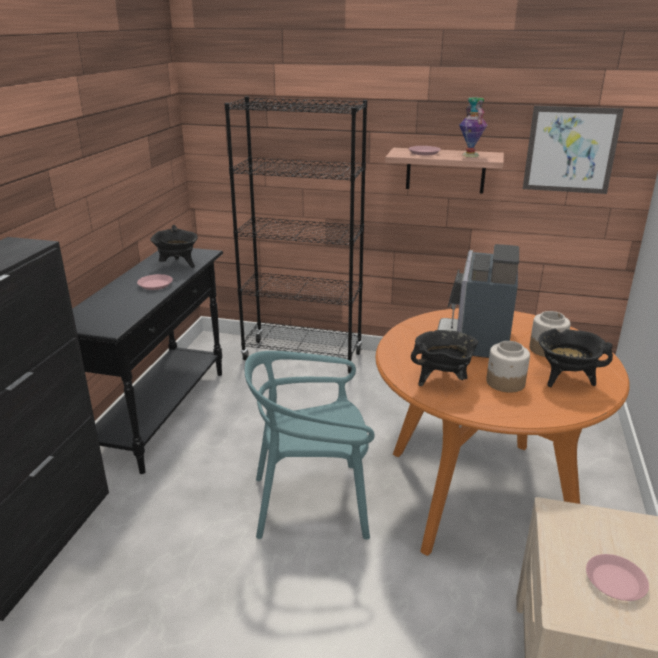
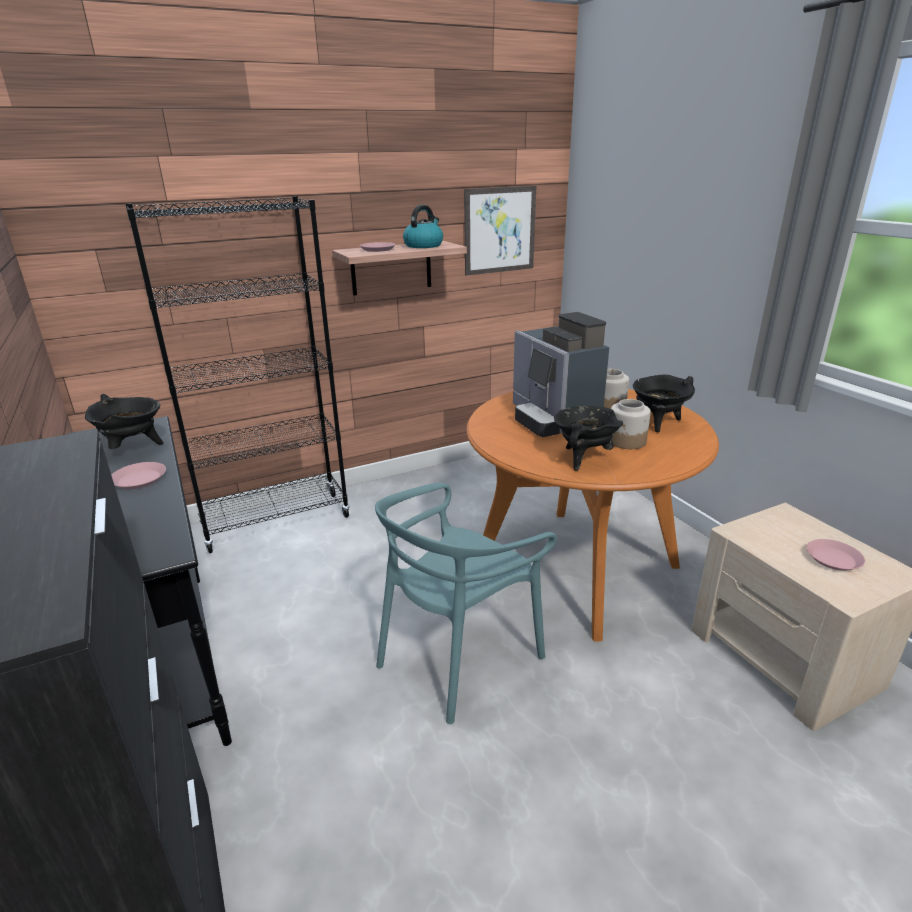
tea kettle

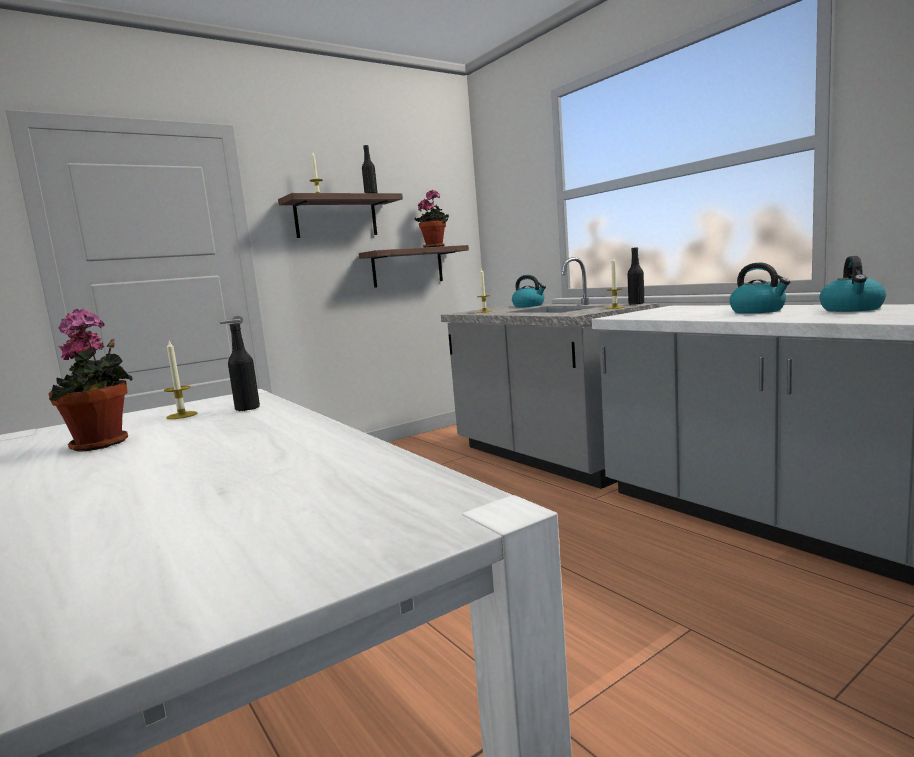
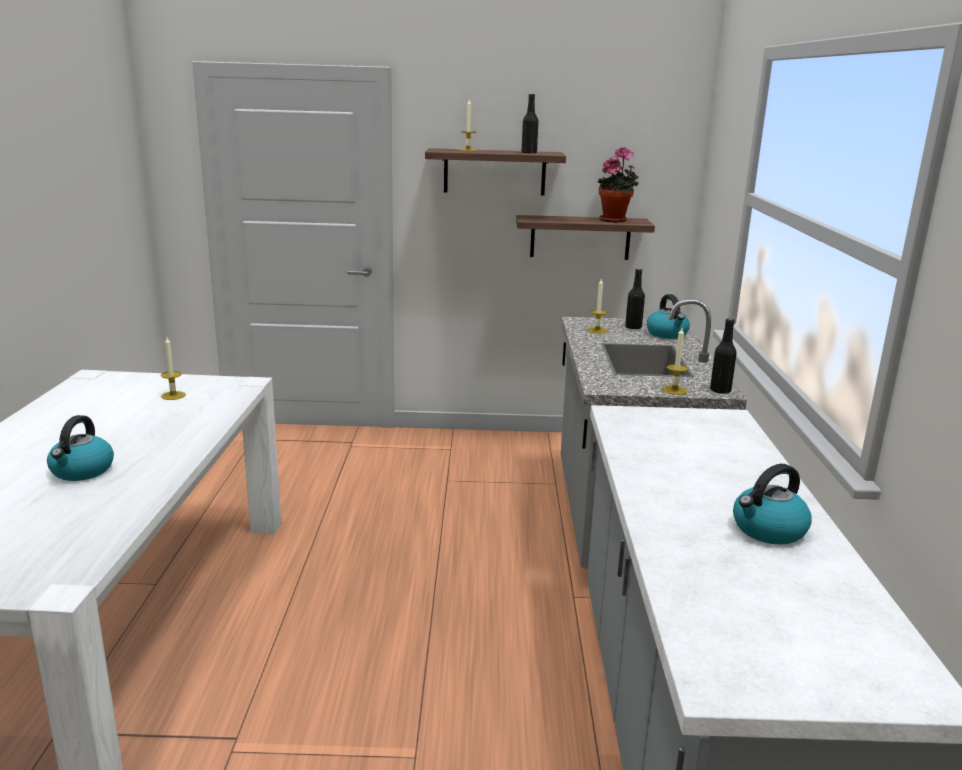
tea kettle (no. 1 from left); houseplant (no. 1 from left in the first image); black bottle (no. 2 from left)

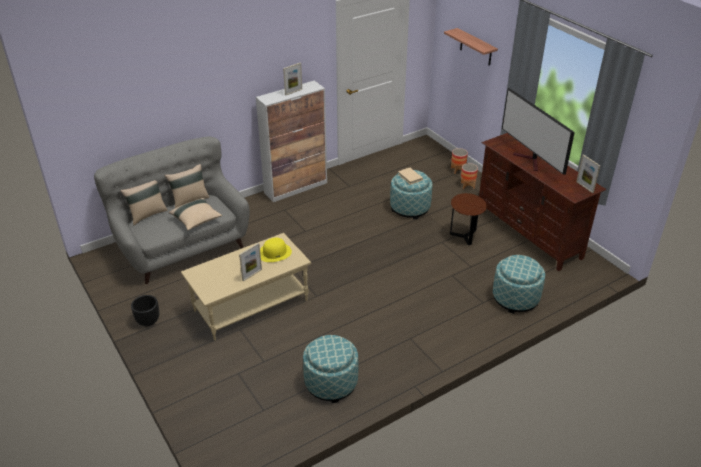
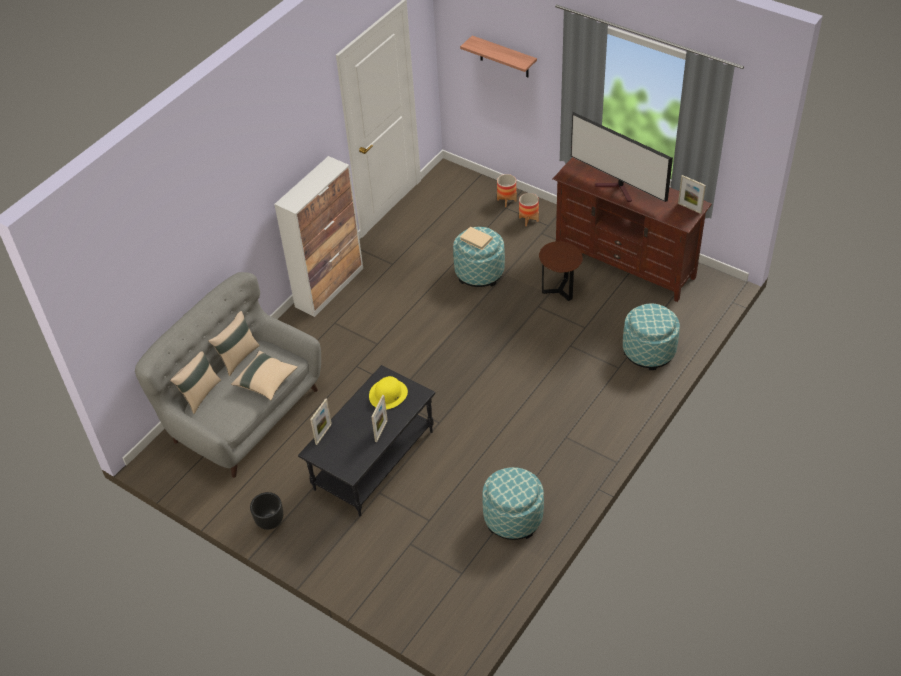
picture frame (no. 1 from left); black coffee table

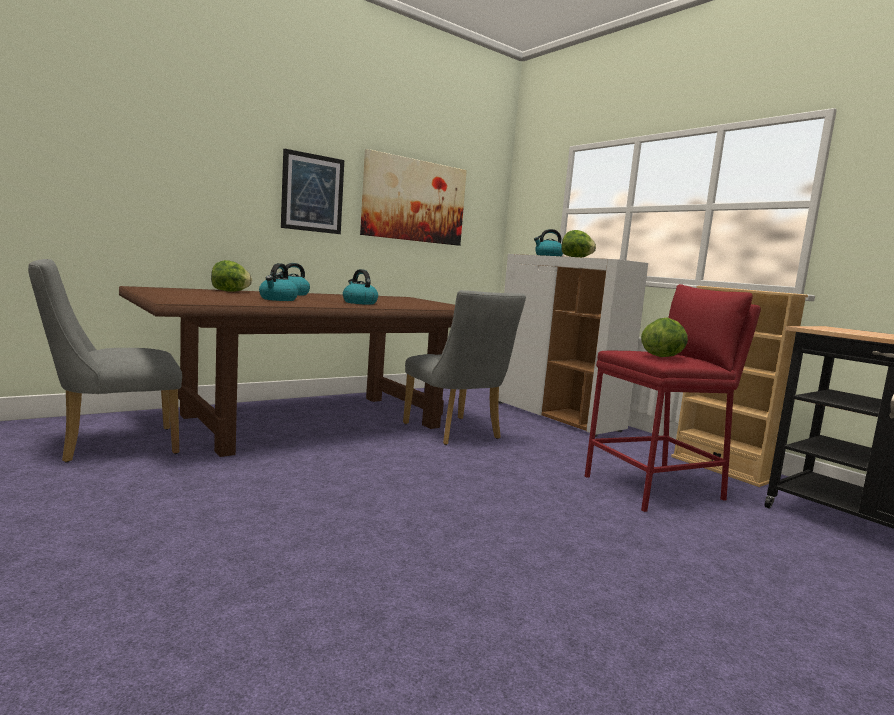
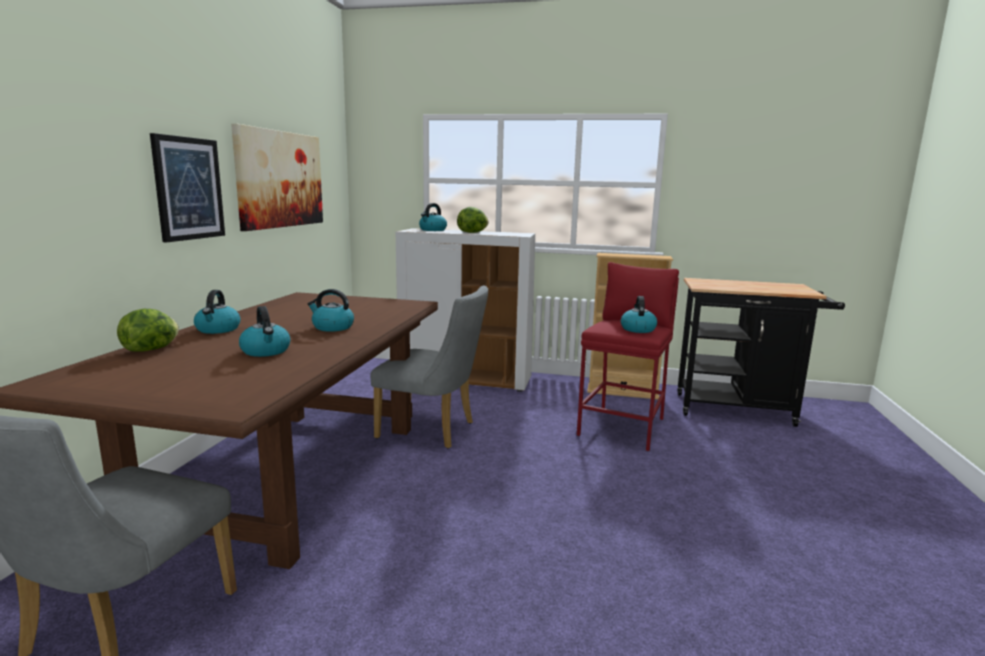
tea kettle (no. 5 from left)

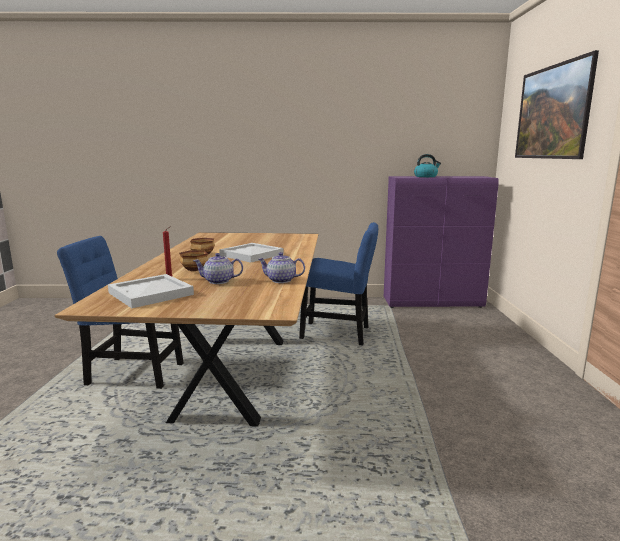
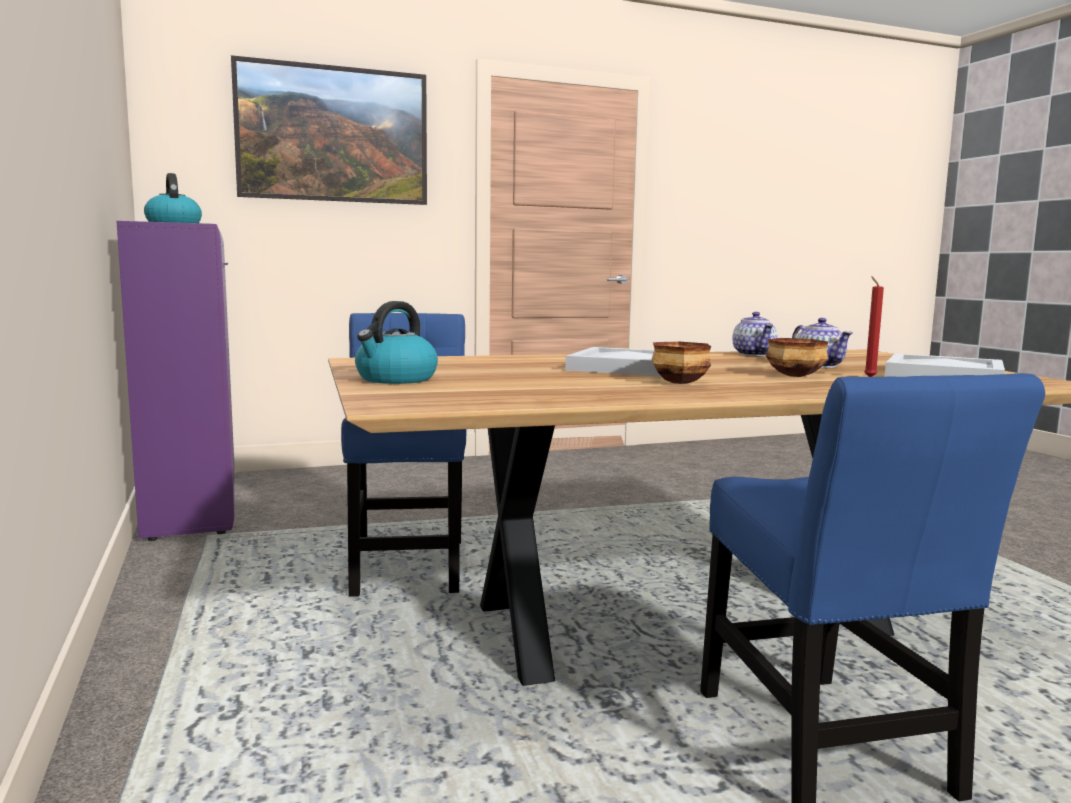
tea kettle (no. 2 from left)

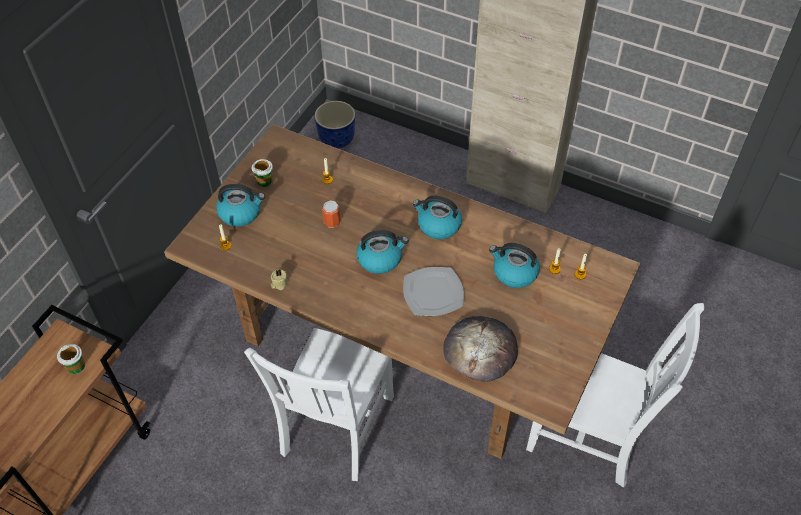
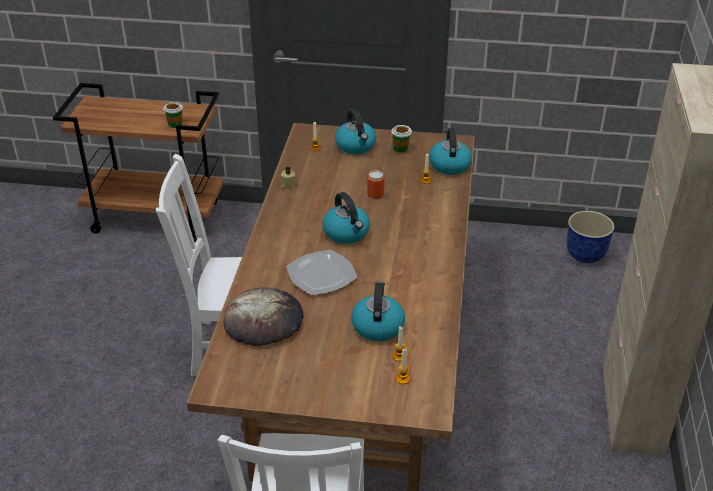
tea kettle (no. 4 from left)

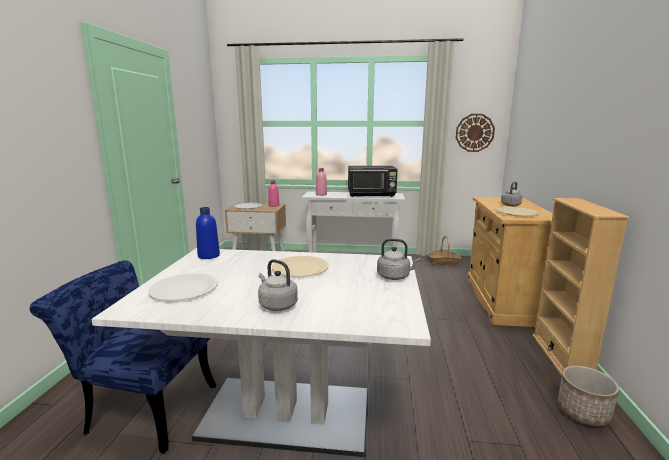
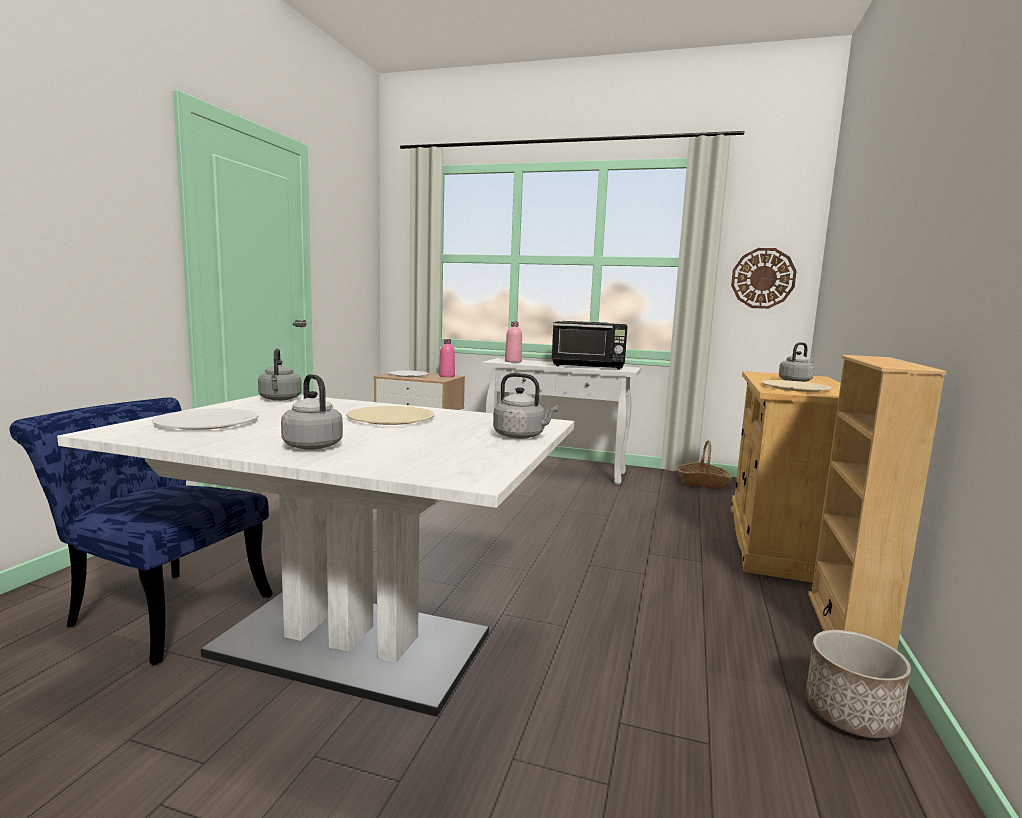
gray tea kettle (no. 1 from left)

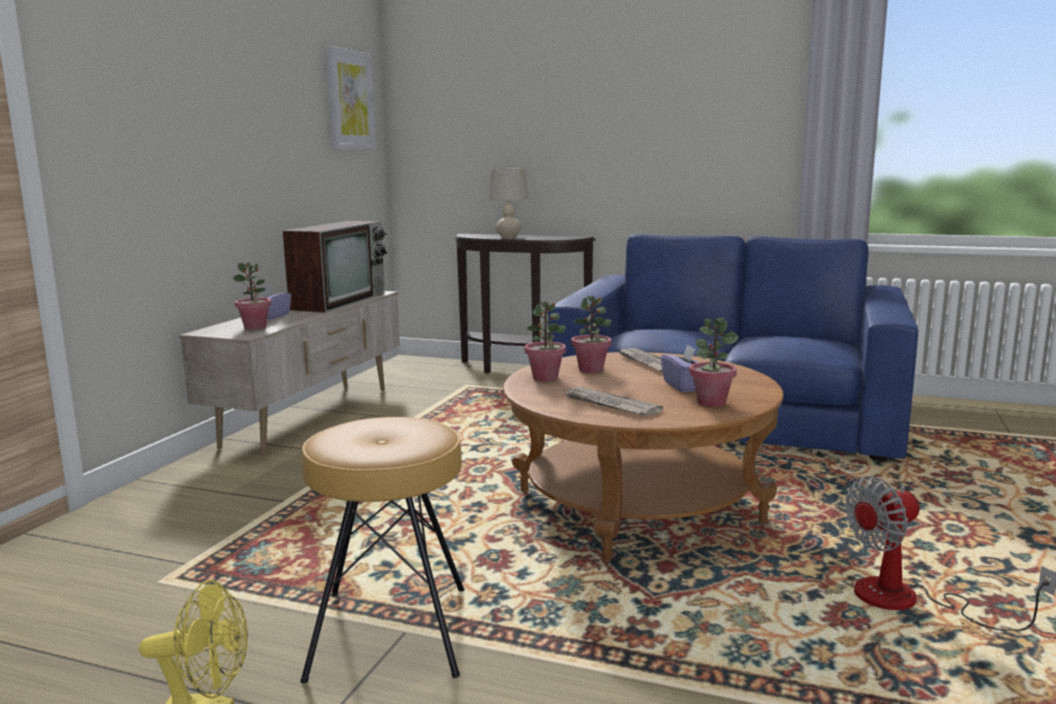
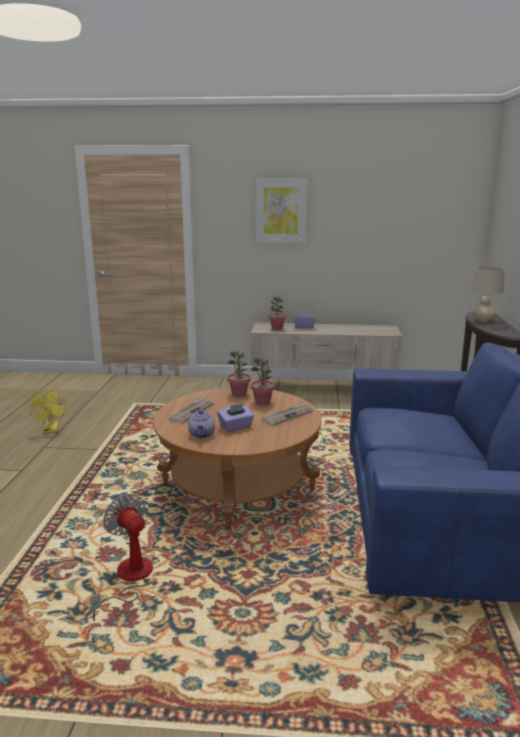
wall picture; TV; pot for tea; brown stool

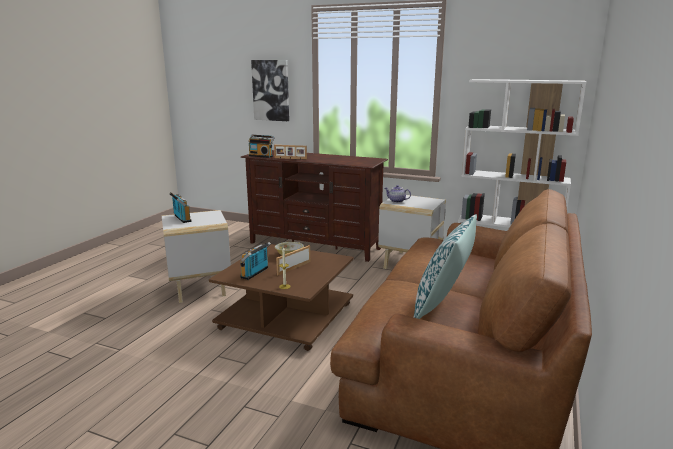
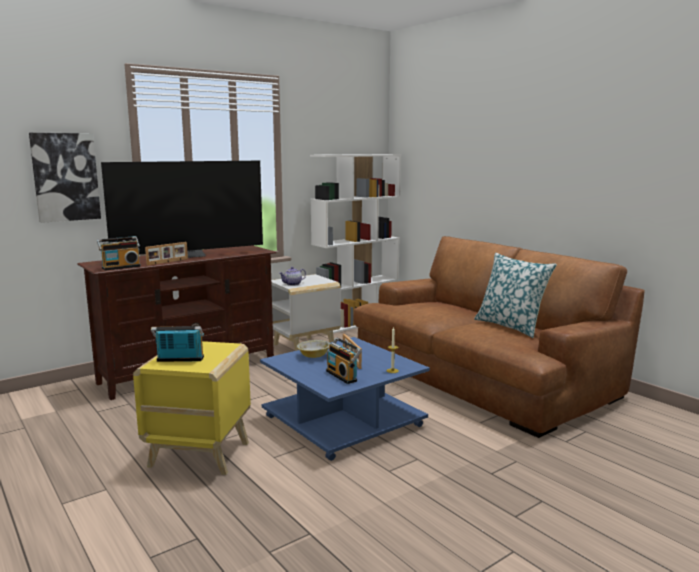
yellow accent table; bluish coffee table; TV

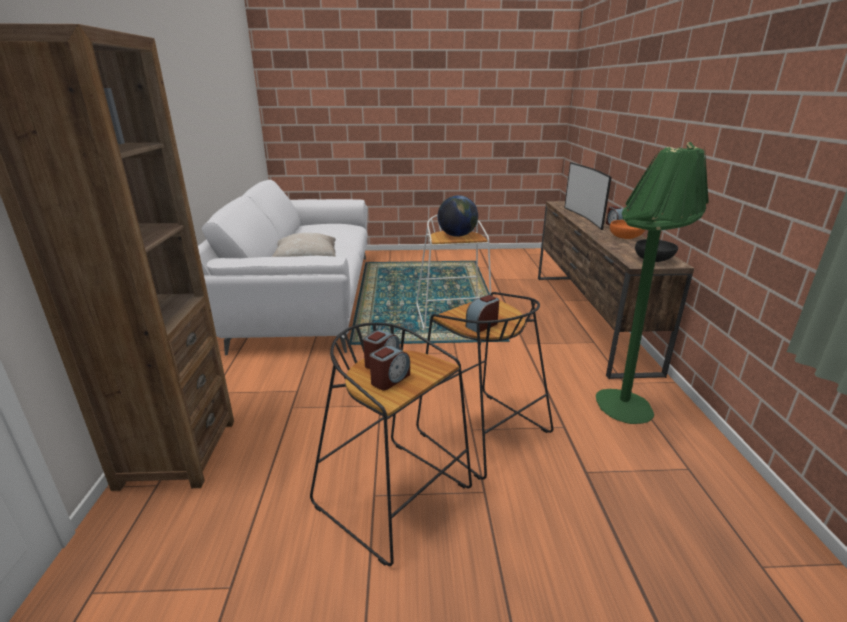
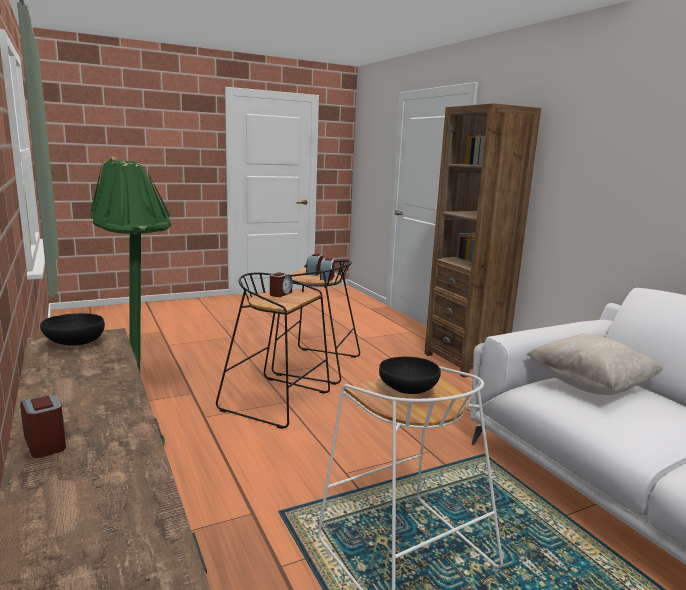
TV; black serving bowl (no. 2 from left); orange-coloured serving bowl

